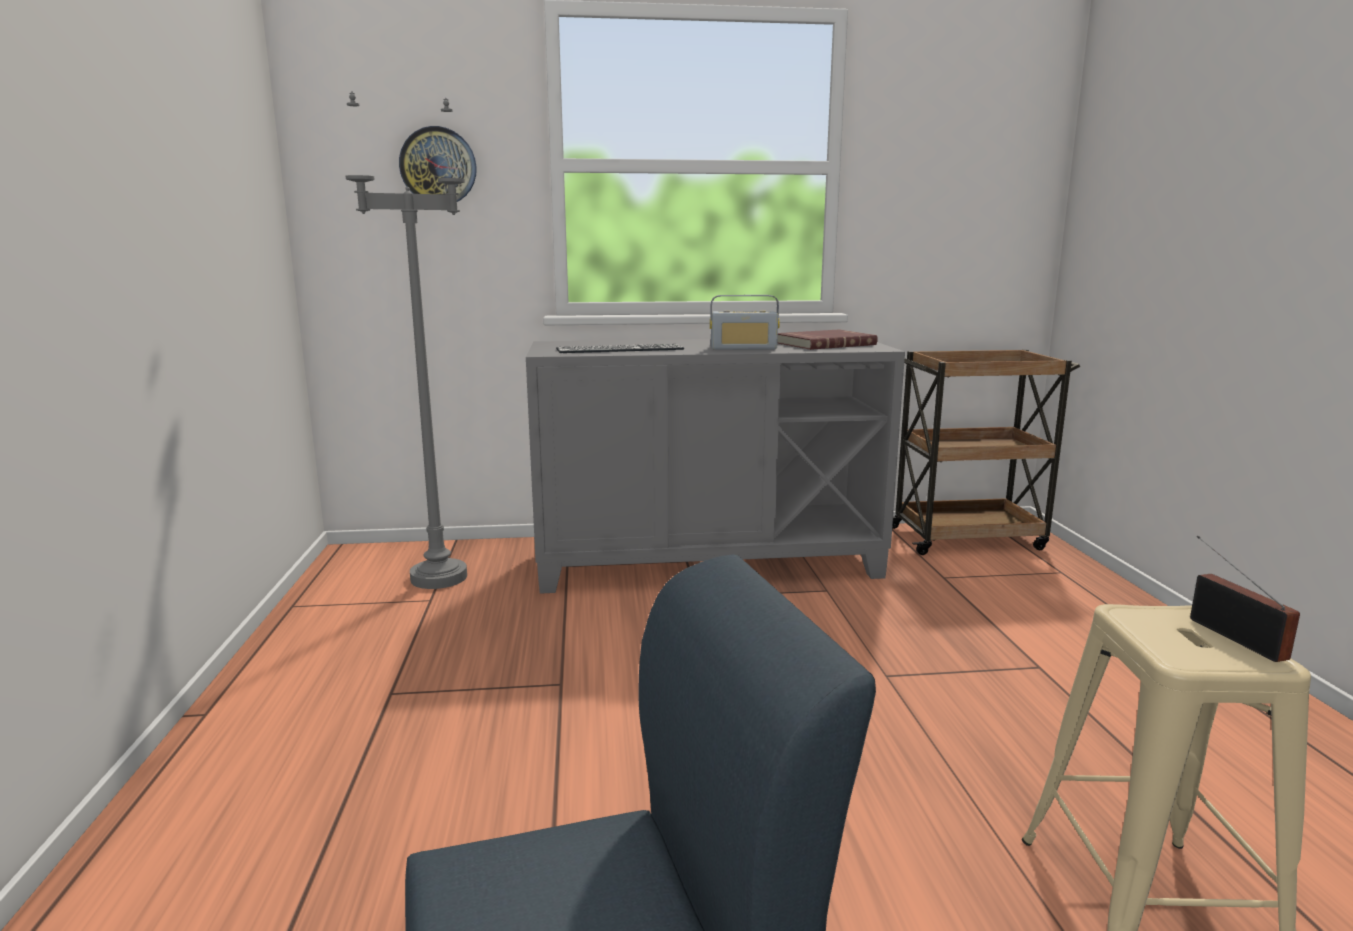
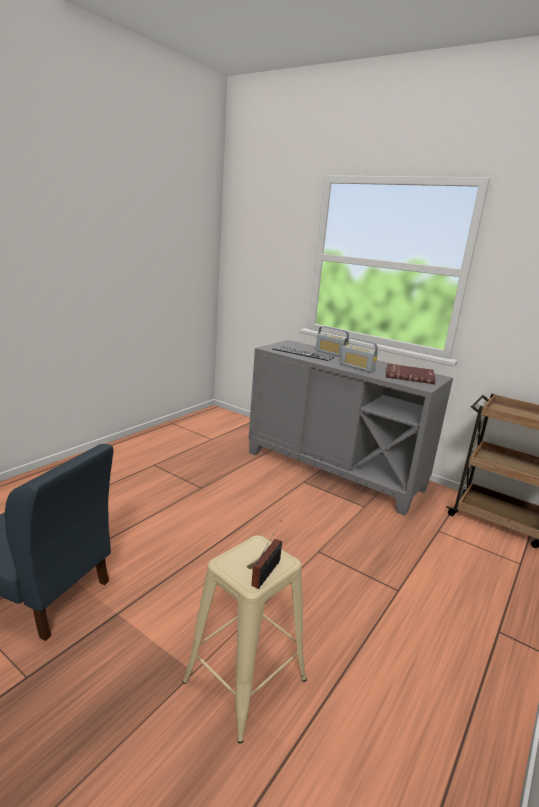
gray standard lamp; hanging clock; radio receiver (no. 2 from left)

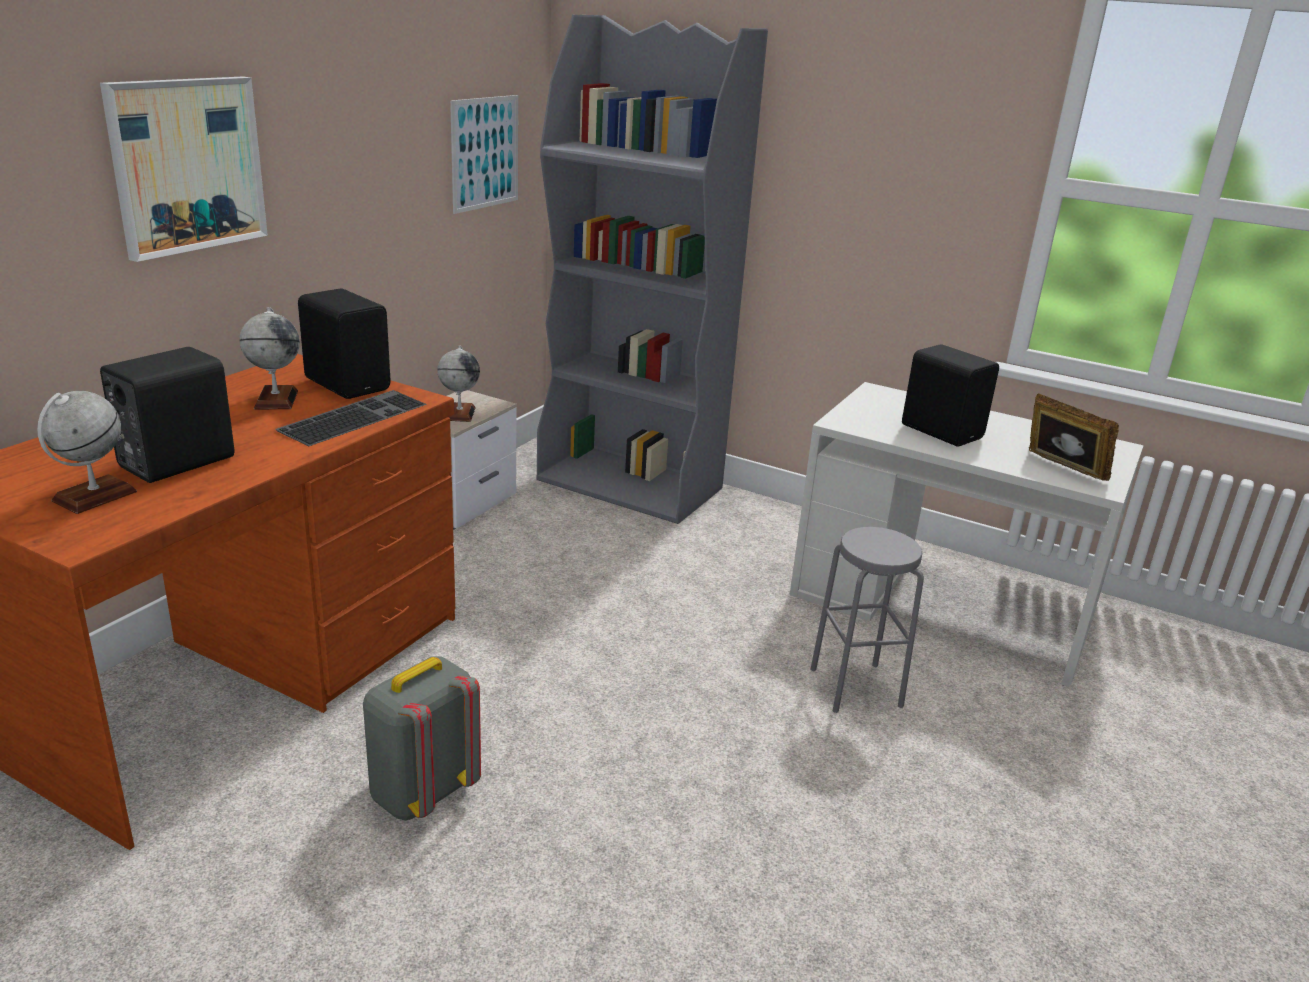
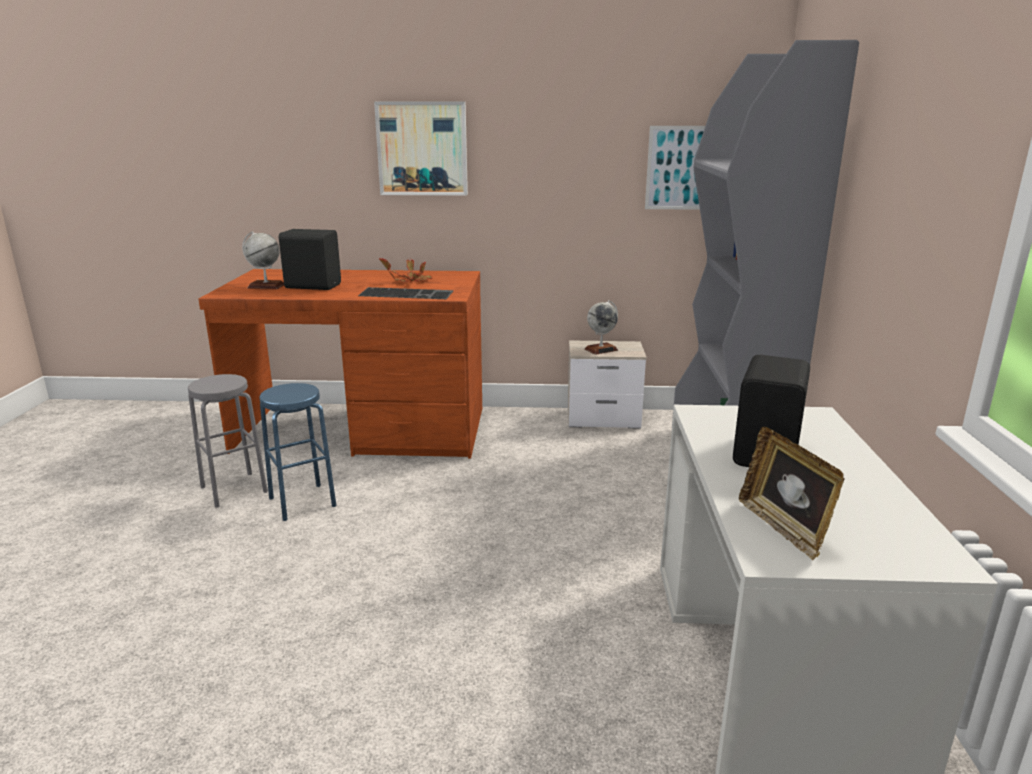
black speaker (no. 2 from left in the first image); houseplant; picture frame; gray stool; bluish stool

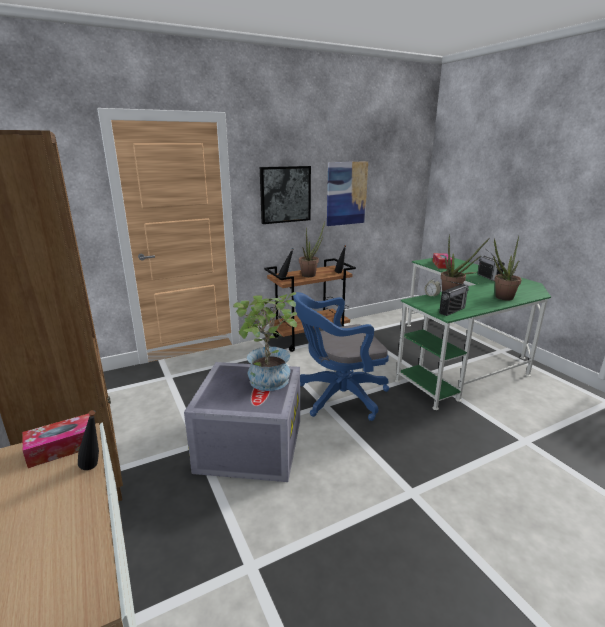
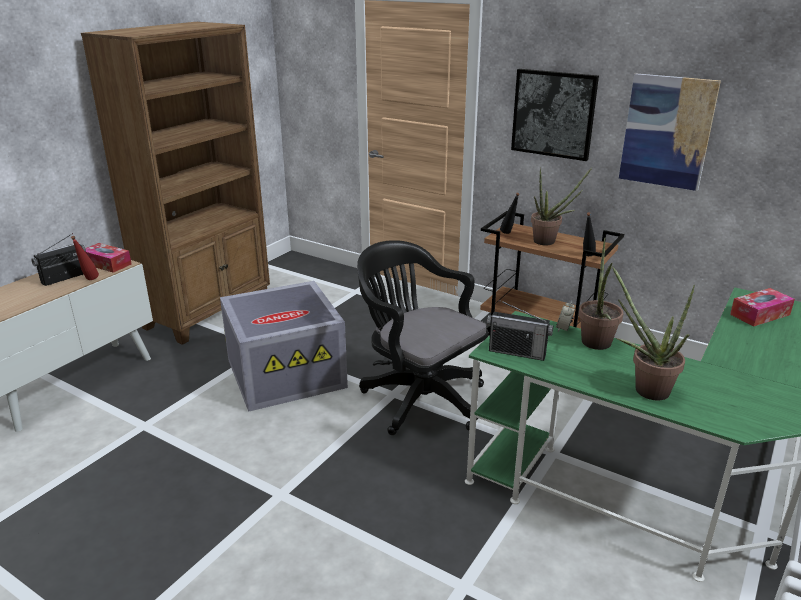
radio receiver (no. 1 from left); houseplant (no. 1 from left in the first image); black desk chair; reddish bottle

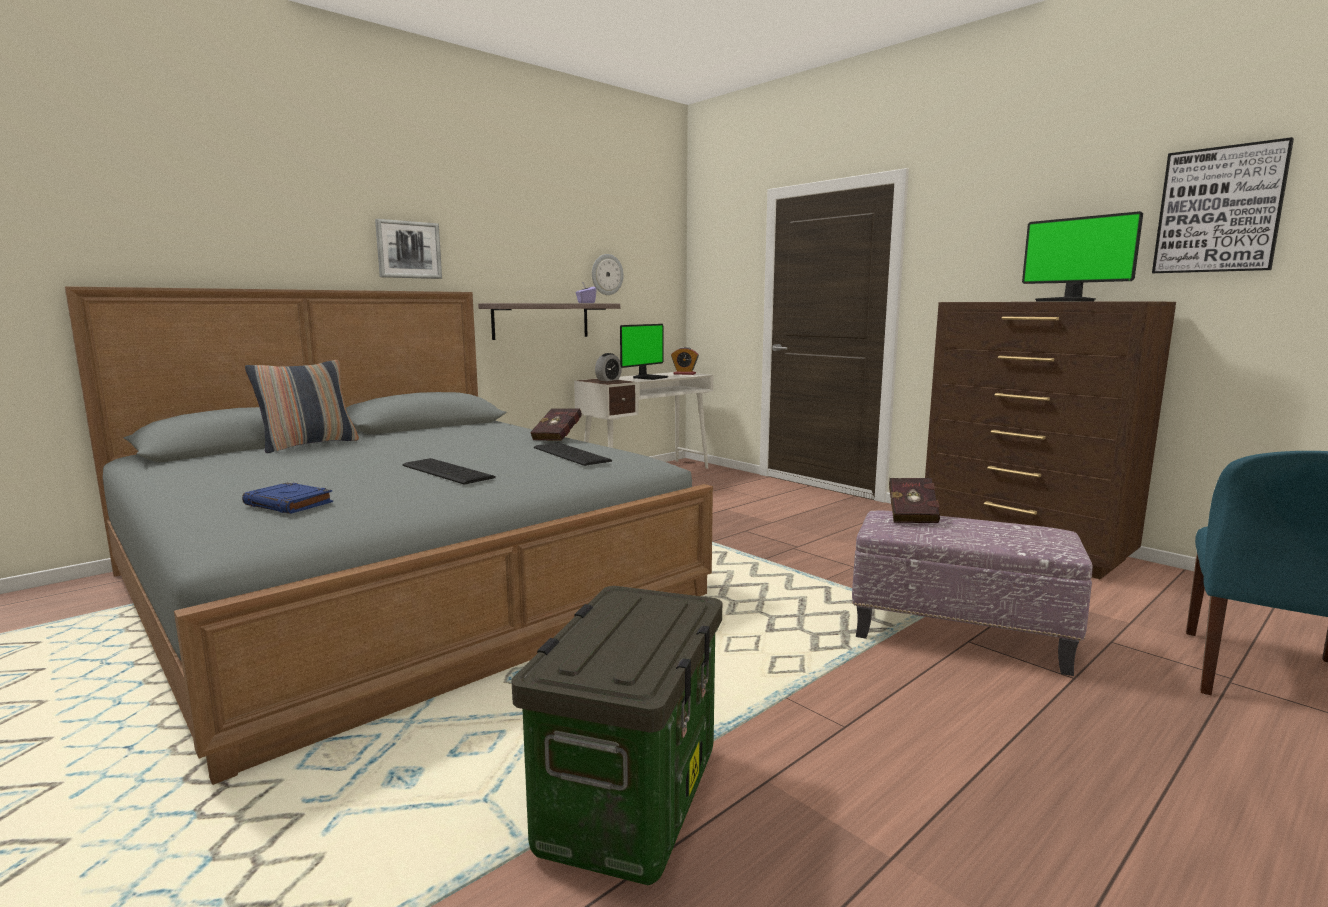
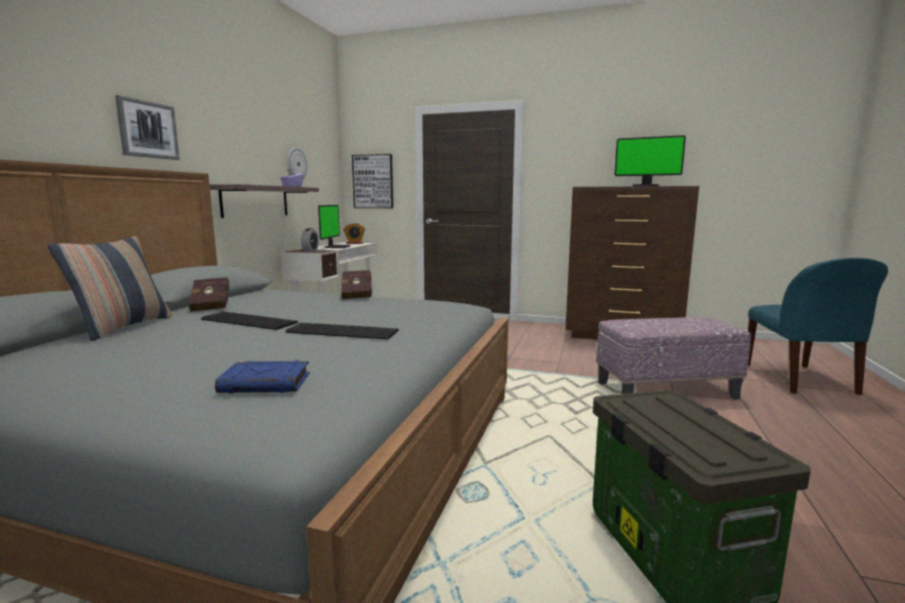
wall picture (no. 2 from left); keyboard (no. 1 from left); reddish bound book (no. 1 from left)

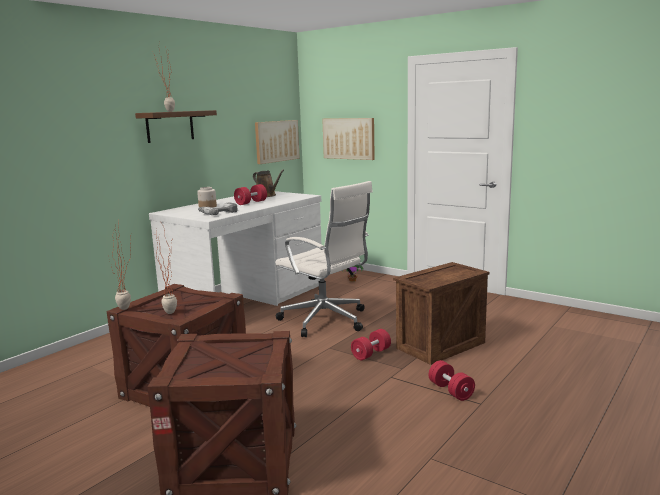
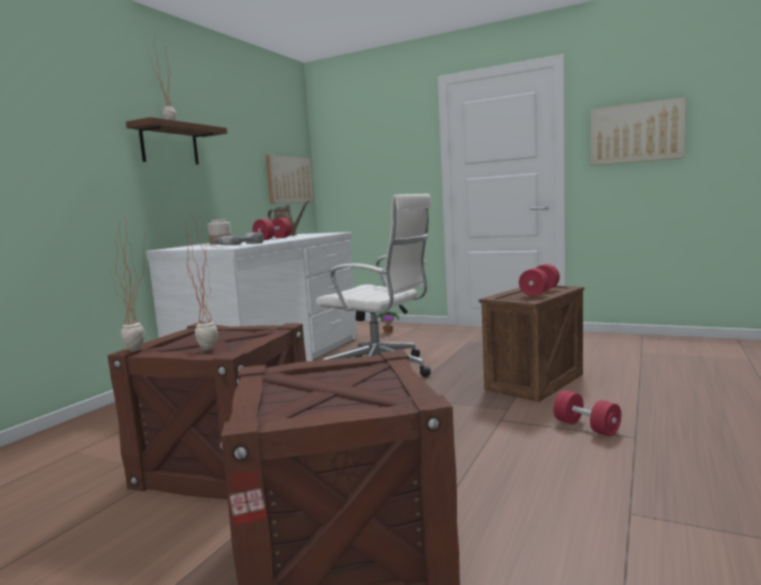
wall picture (no. 2 from left); reddish hand weight (no. 2 from left)

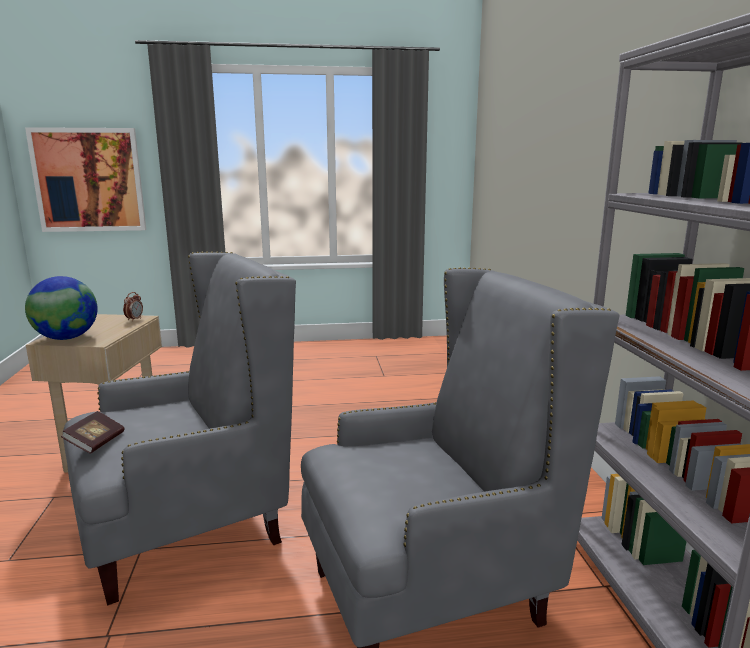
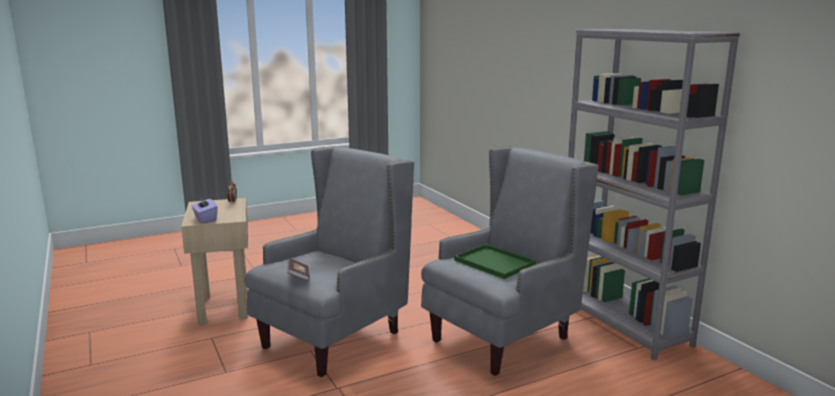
wall picture; purple tissue holder; green tray

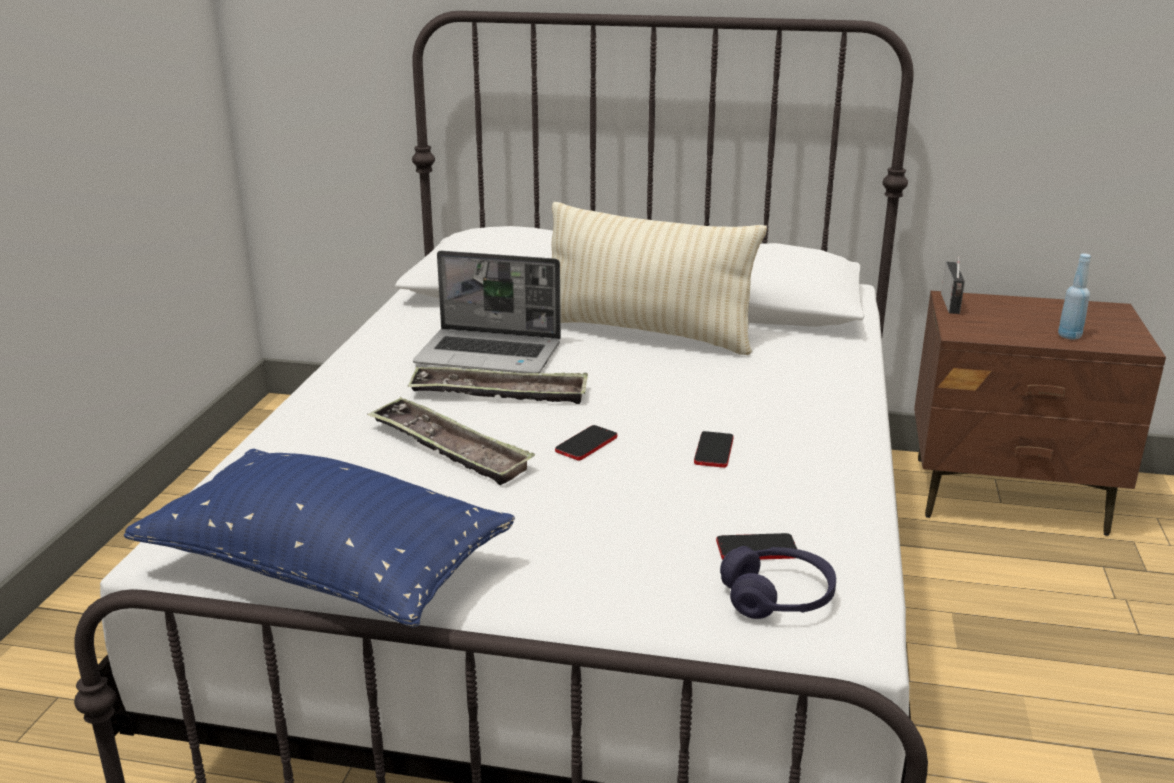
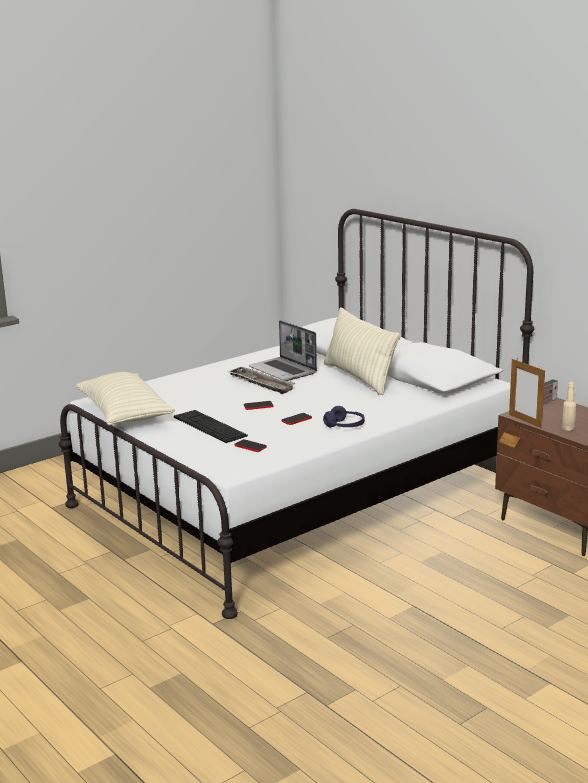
sand-coloured bottle; tray (no. 1 from left in the first image); sand-coloured pillow (no. 1 from left); purple headphones; picture frame; keyboard

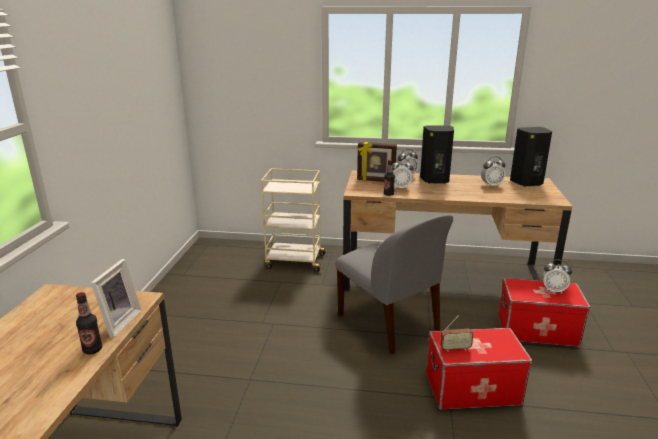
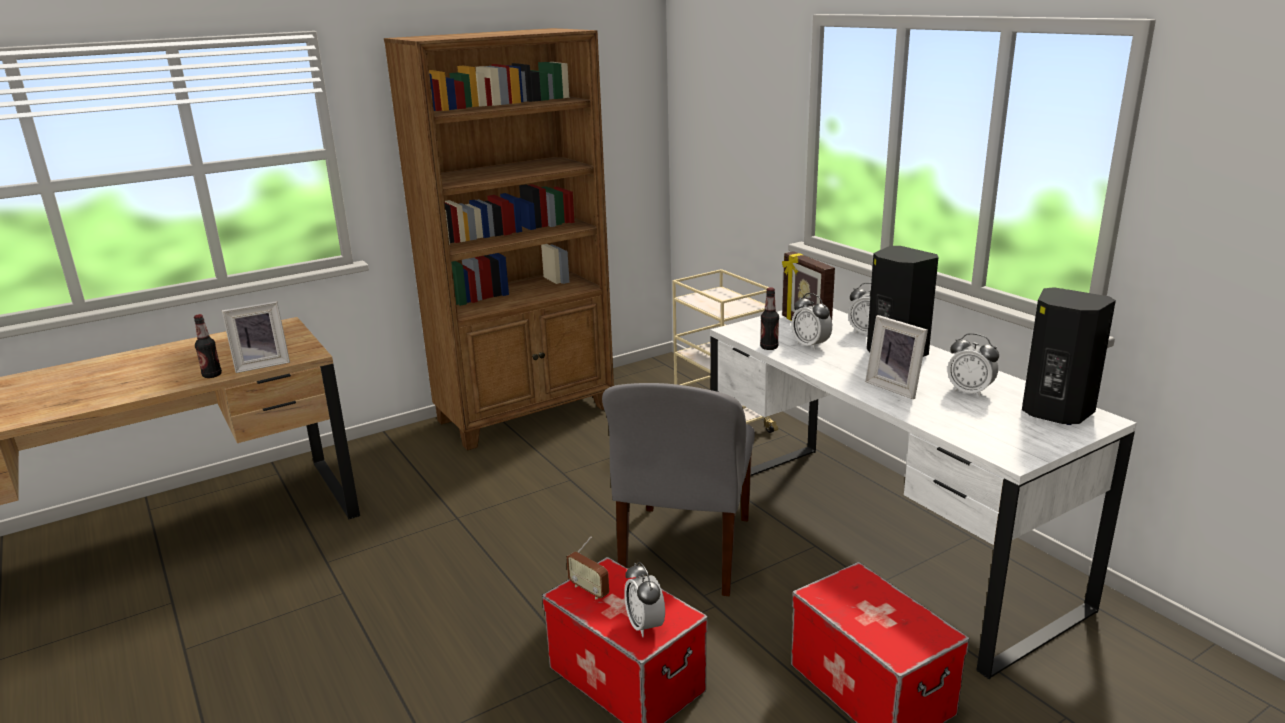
whitish desk; bedside clock (no. 1 from left); brown bookcase; picture frame (no. 3 from left)

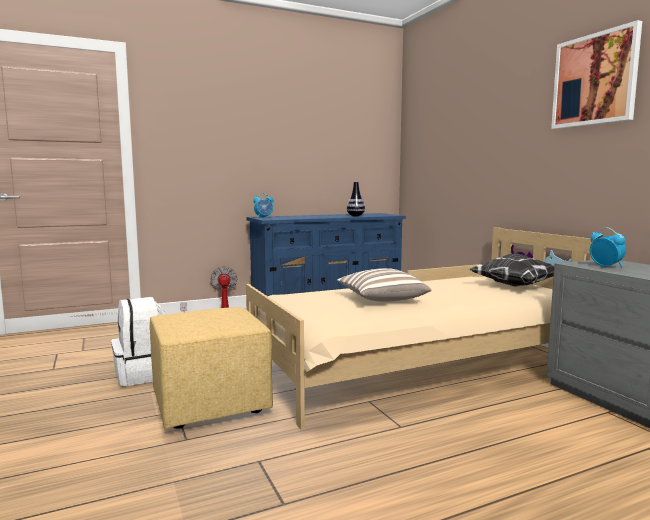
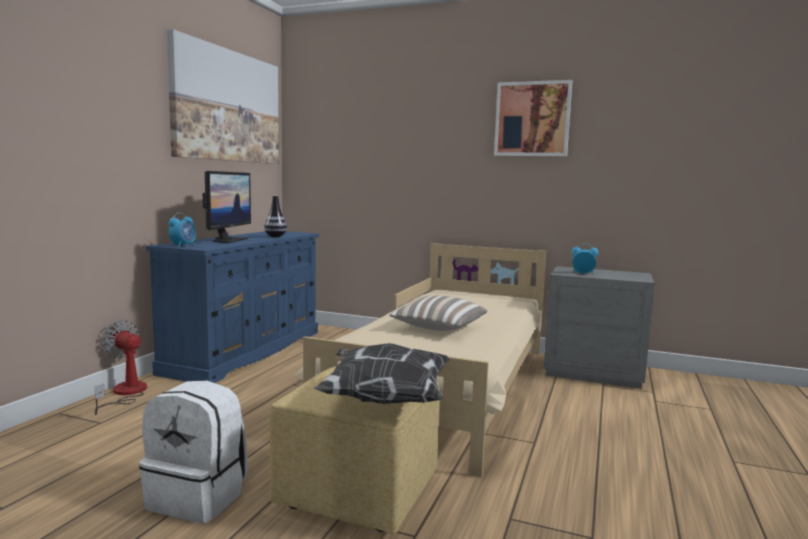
pillow (no. 1 from left); wall picture (no. 1 from left); computer screen

